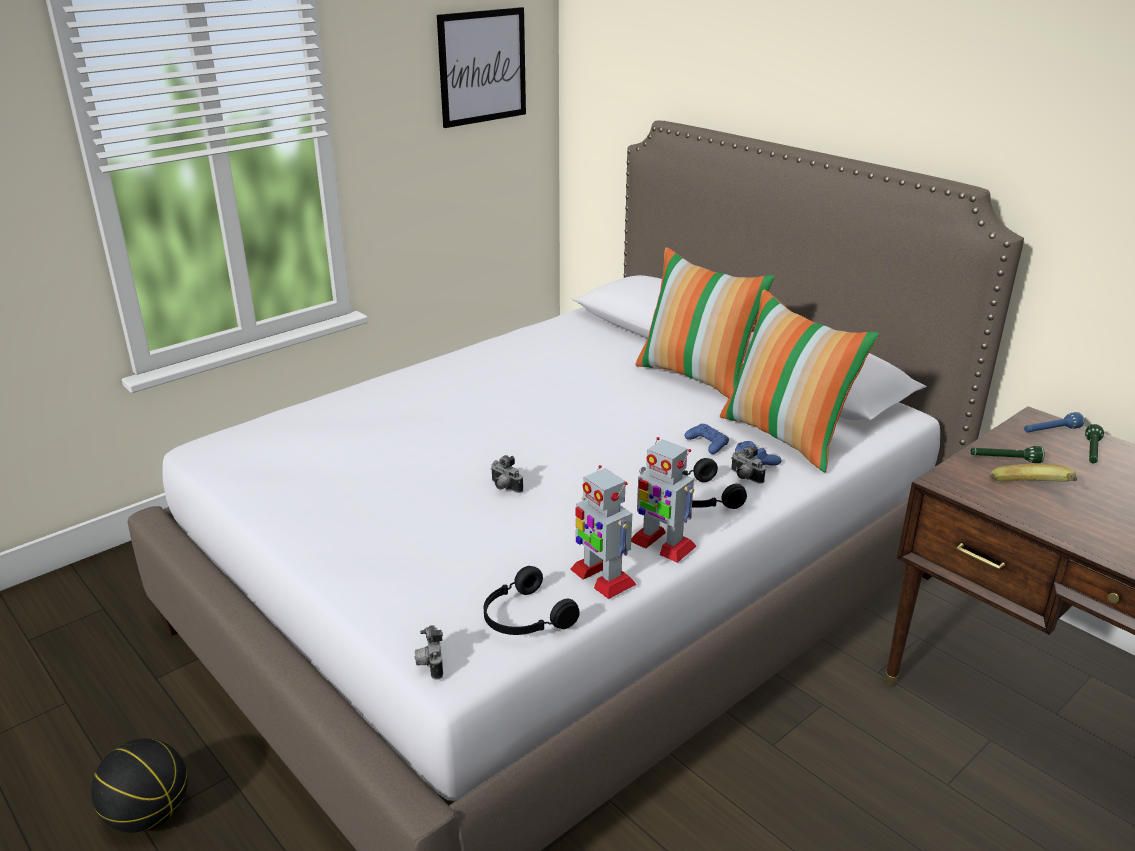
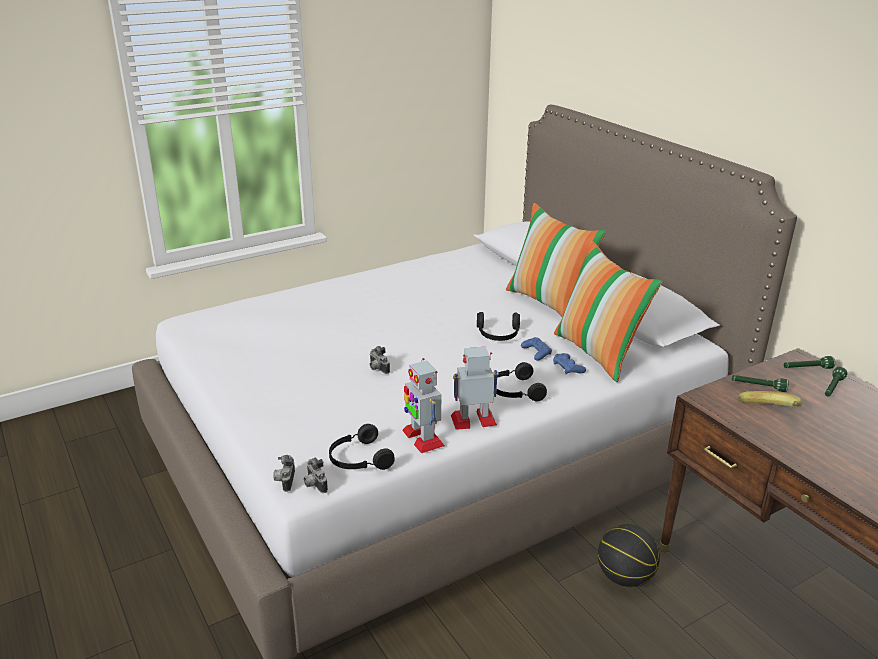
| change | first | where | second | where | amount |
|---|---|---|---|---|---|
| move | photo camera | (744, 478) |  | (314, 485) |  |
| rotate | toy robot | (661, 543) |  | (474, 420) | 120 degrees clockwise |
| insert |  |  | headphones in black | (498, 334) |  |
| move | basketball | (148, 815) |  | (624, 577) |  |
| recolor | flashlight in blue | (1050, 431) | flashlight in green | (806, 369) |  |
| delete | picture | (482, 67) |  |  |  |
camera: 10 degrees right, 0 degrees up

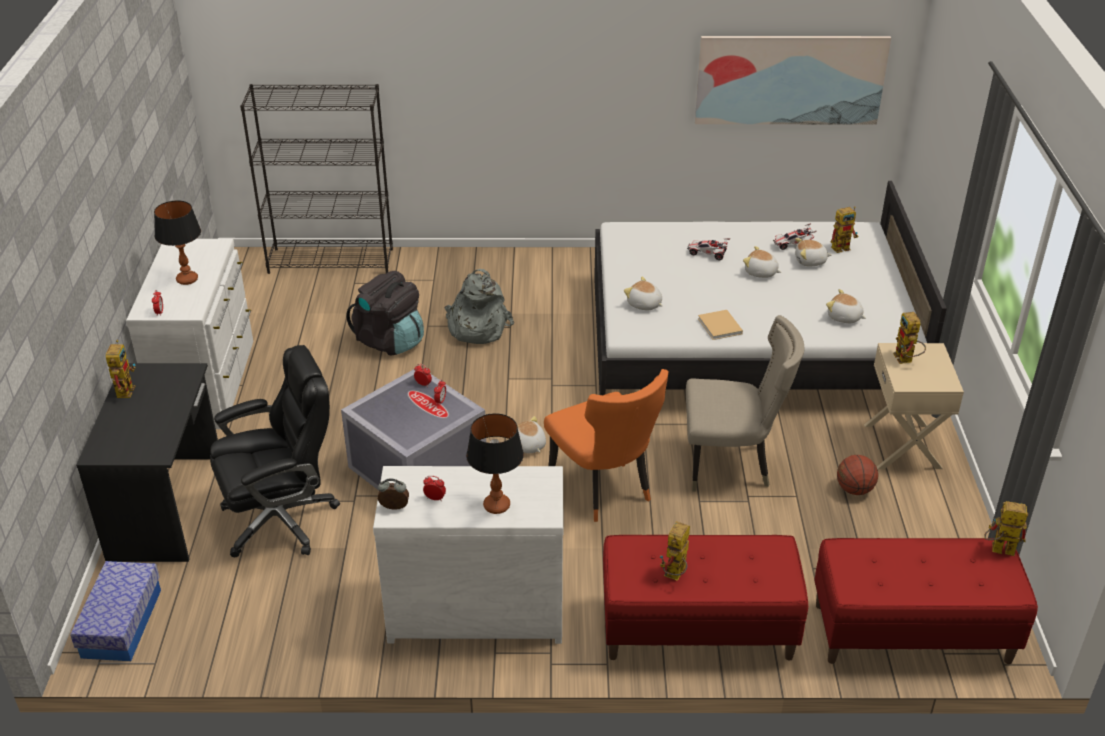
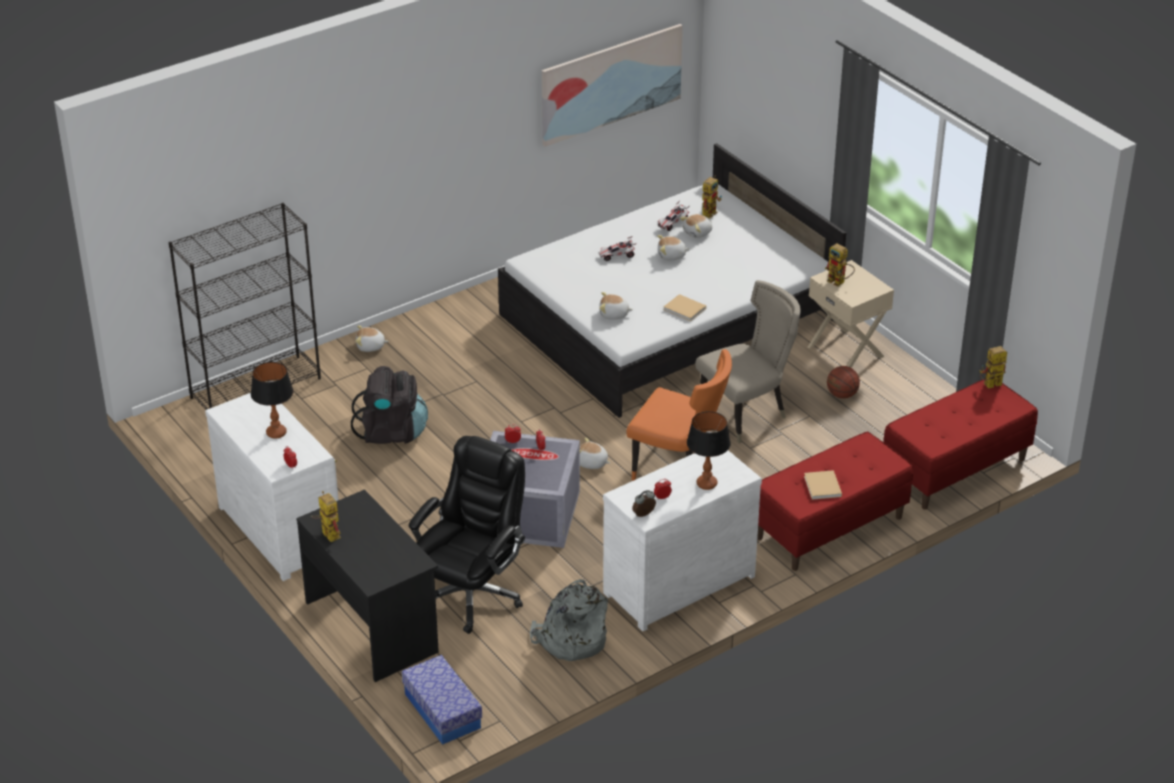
| change | first | where | second | where | amount |
|---|---|---|---|---|---|
| move | plush toy | (844, 317) |  | (370, 346) |  |
| move | backpack in grey | (476, 328) |  | (570, 640) |  |
| replace | toy robot | (675, 576) | book in beige | (823, 487) |  |
camera: 35 degrees left, 0 degrees up

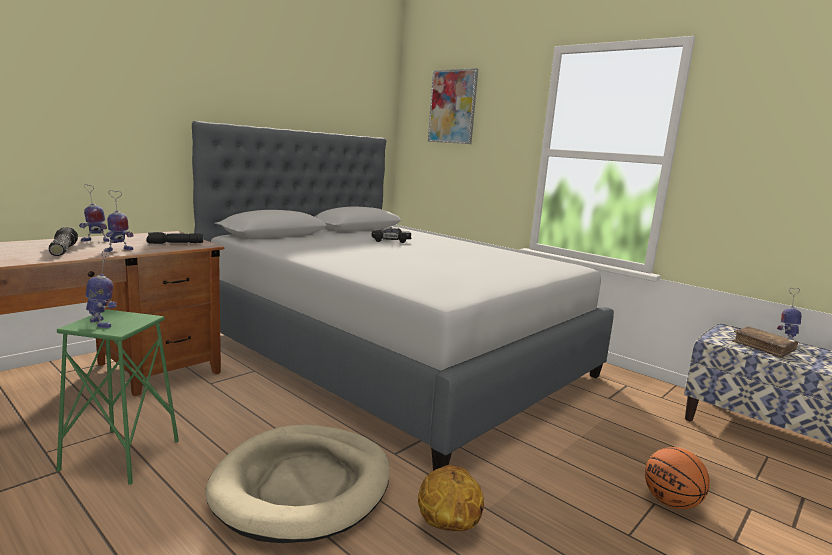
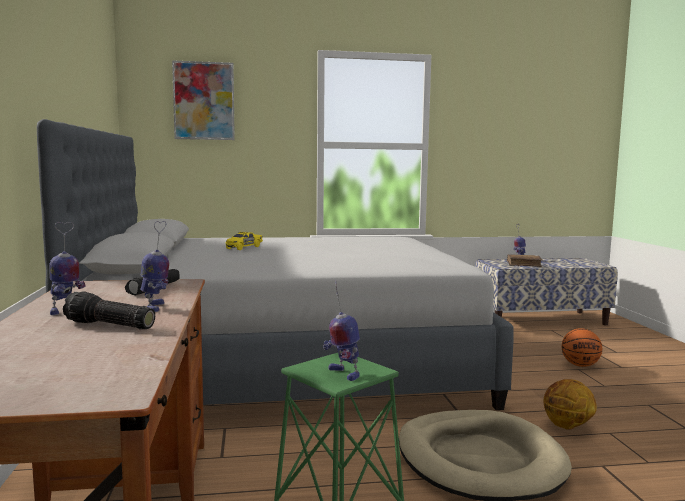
| change | first | where | second | where | amount |
|---|---|---|---|---|---|
| recolor | toy car in black | (390, 241) | toy car in yellow | (244, 247) |  |
| rotate | toy robot | (101, 323) |  | (343, 373) | 120 degrees counterclockwise |
camera: 50 degrees left, 5 degrees down

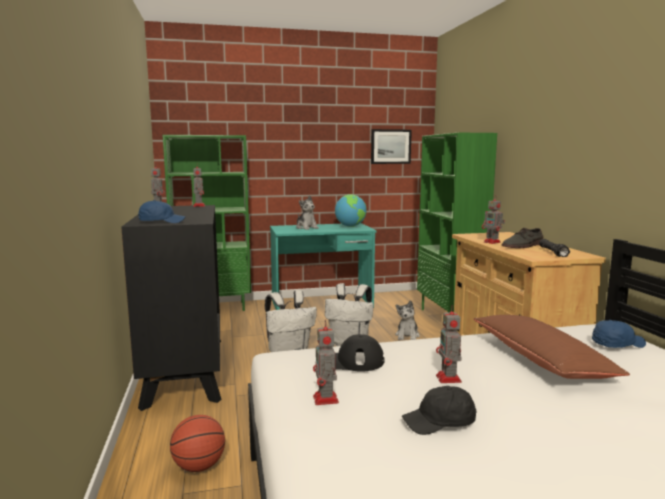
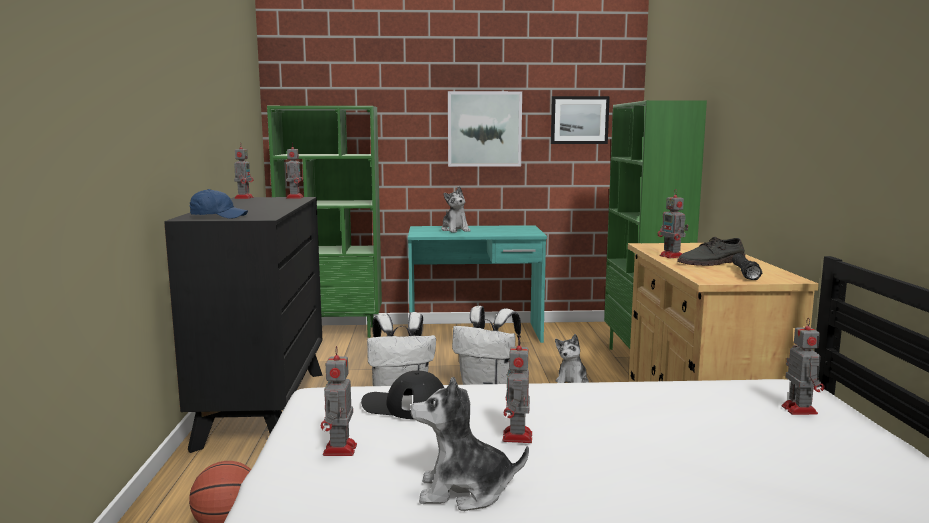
| change | first | where | second | where | amount |
|---|---|---|---|---|---|
| replace | cap in black | (440, 423) | plush toy | (464, 491) |  |
| insert |  |  | picture | (484, 129) |  |
| replace | cap in blue | (616, 344) | toy robot | (798, 409) |  |
| delete | globe | (350, 226) |  |  |  |
| delete | pillow in brown | (541, 360) |  |  |  |
camera: 10 degrees right, 0 degrees up

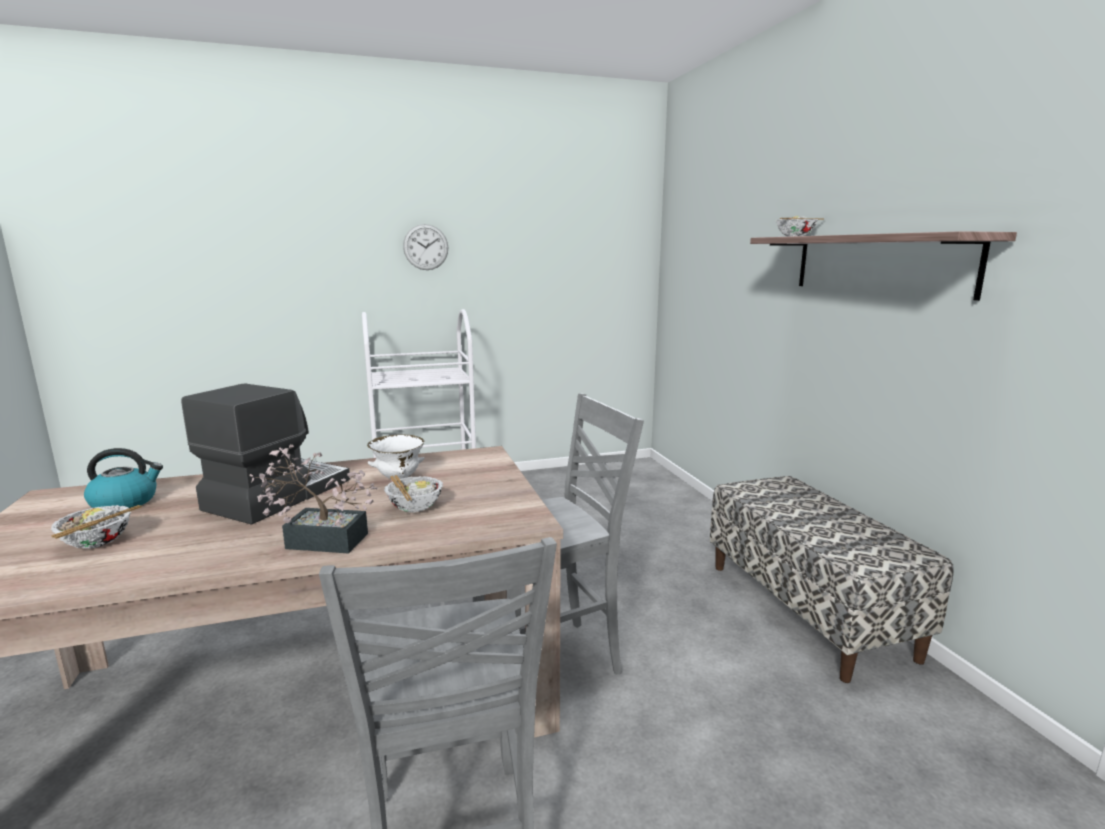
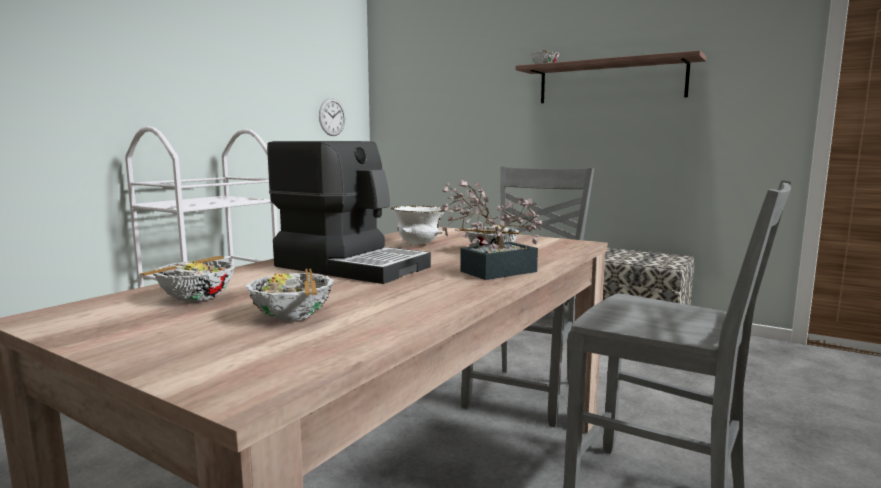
| change | first | where | second | where | amount |
|---|---|---|---|---|---|
| replace | kettle | (125, 502) | bowl | (196, 297) |  |
| rotate | coffee machine | (276, 495) |  | (351, 266) | 135 degrees clockwise |
| move | wall clock | (425, 247) |  | (332, 117) |  |
camera: 40 degrees left, 5 degrees down

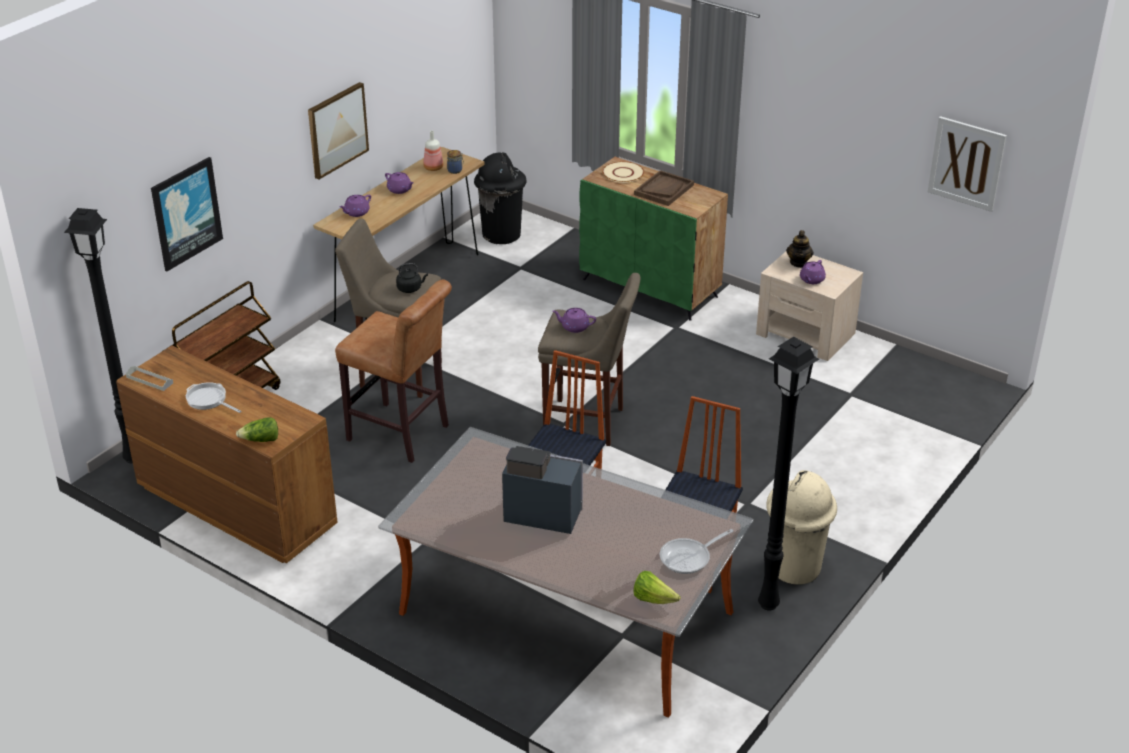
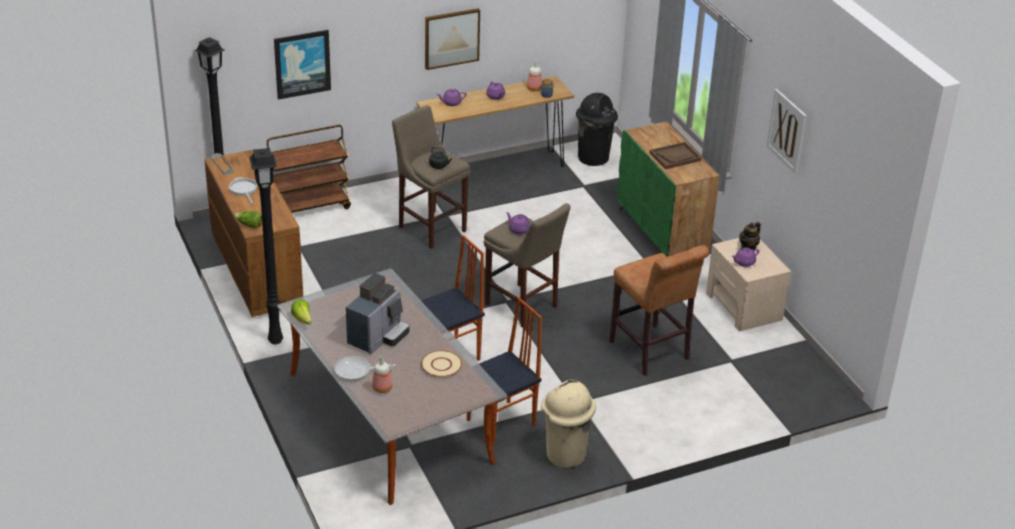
| change | first | where | second | where | amount |
|---|---|---|---|---|---|
| move | floor lamp in black | (770, 604) |  | (276, 341) |  |
| move | lettuce | (653, 599) |  | (303, 320) |  |
| move | frying pan | (689, 558) |  | (356, 371) |  |
| rotate | coffee machine | (540, 513) |  | (378, 336) | 75 degrees clockwise |
| insert |  |  | bottle | (382, 388) |  |
| move | plate in beige | (623, 173) |  | (441, 365) |  |
| move | stool in brown | (402, 435) |  | (651, 353) |  |
| move | picture | (966, 163) |  | (787, 131) |  |
camera: 30 degrees right, 0 degrees up

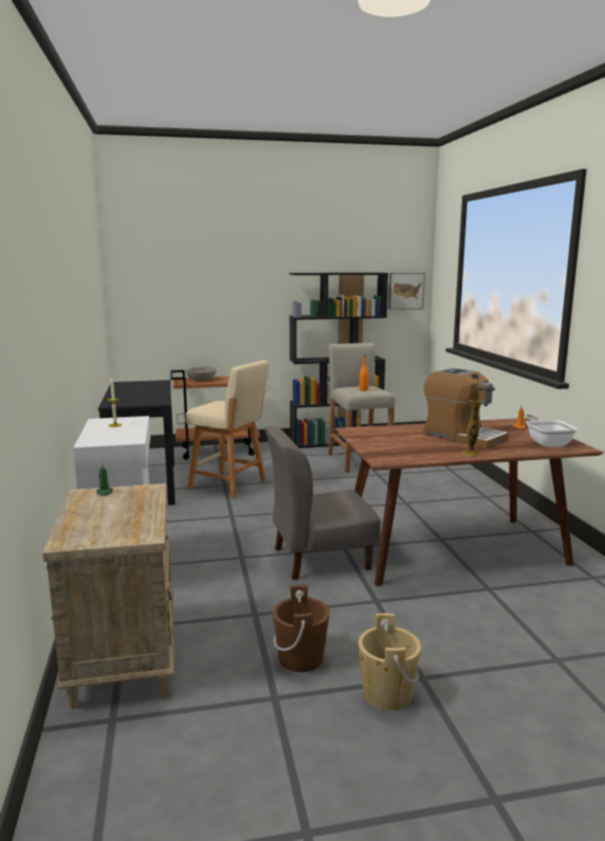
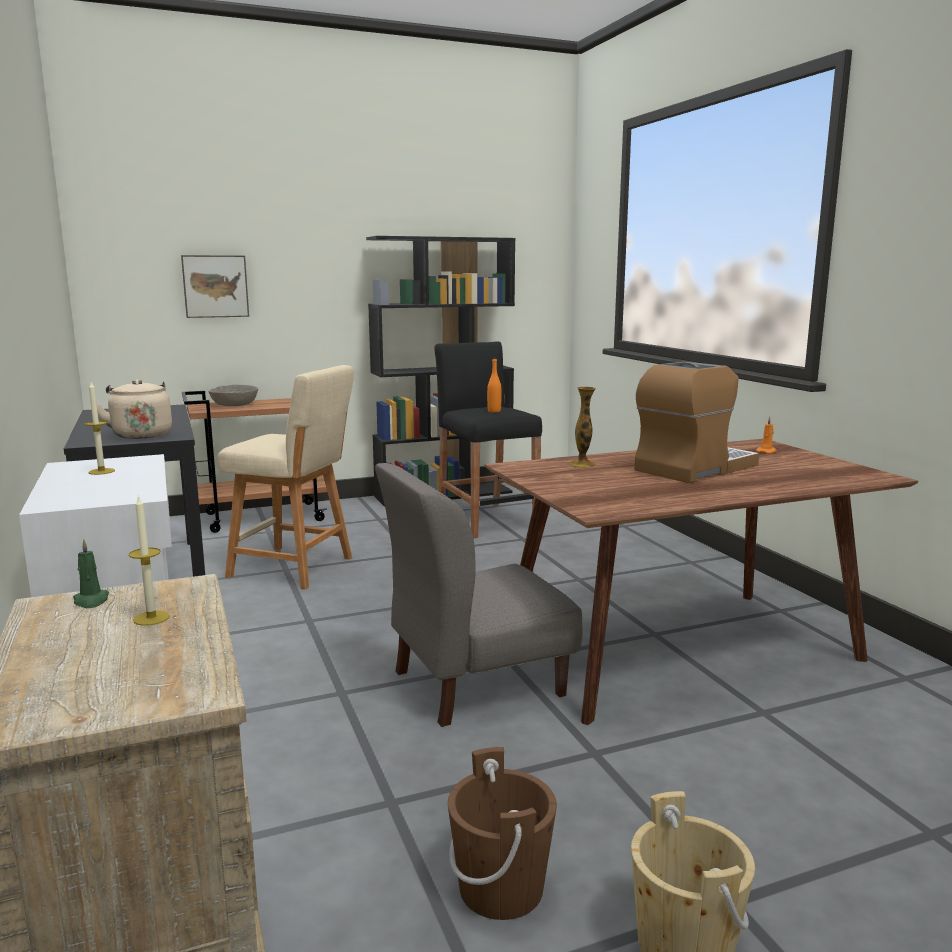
| change | first | where | second | where | amount |
|---|---|---|---|---|---|
| insert |  |  | kettle in beige | (141, 434) |  |
| insert |  |  | candle | (151, 618) |  |
| move | picture | (405, 291) |  | (215, 286) |  |
| recolor | stool in beige | (358, 461) | stool in black | (486, 520) |  |
| move | vase | (470, 453) |  | (581, 464) |  |
| rotate | coffee machine | (463, 437) |  | (694, 468) | 75 degrees counterclockwise |
| delete | frying pan | (547, 443) |  |  |  |
camera: 10 degrees left, 0 degrees up

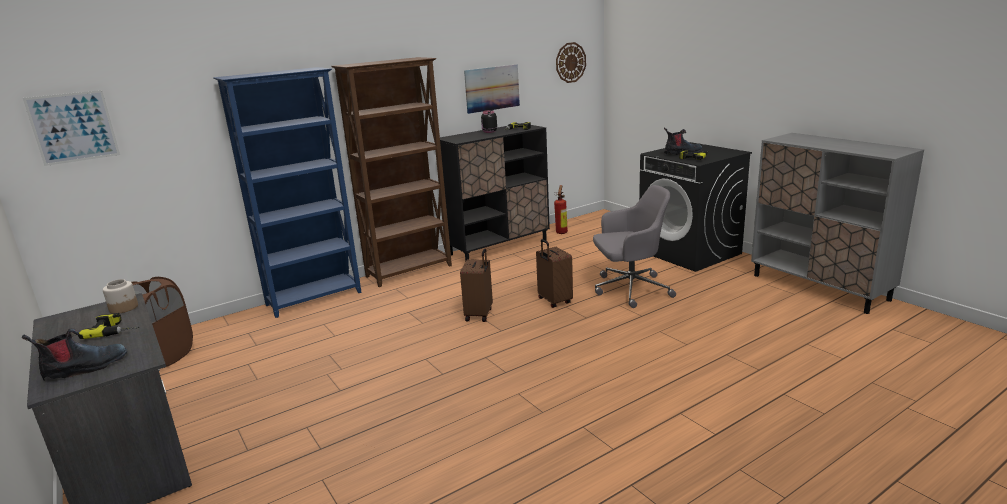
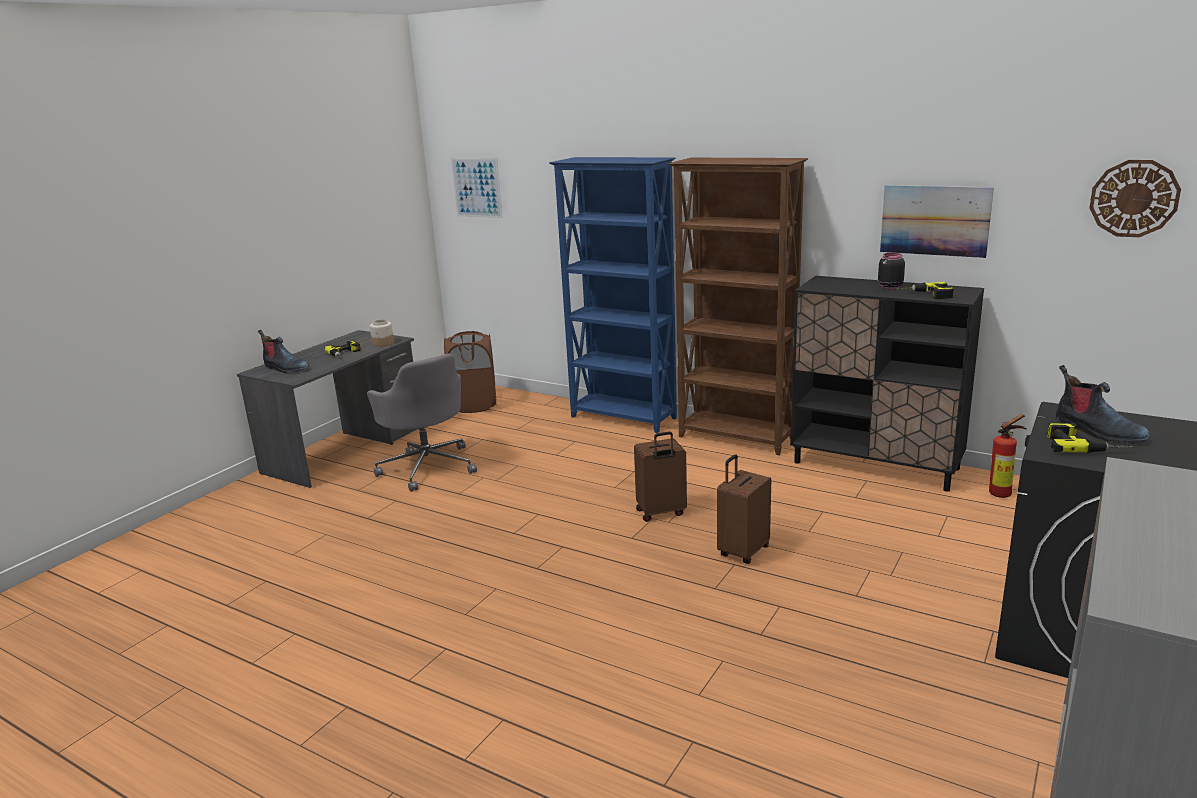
| change | first | where | second | where | amount |
|---|---|---|---|---|---|
| move | office chair in grey | (630, 289) |  | (428, 467) |  |
camera: 65 degrees right, 0 degrees up

